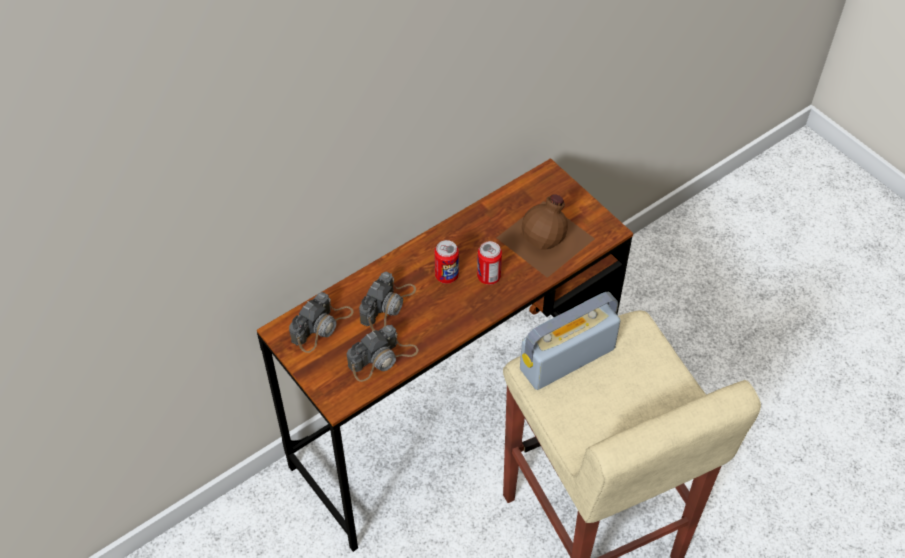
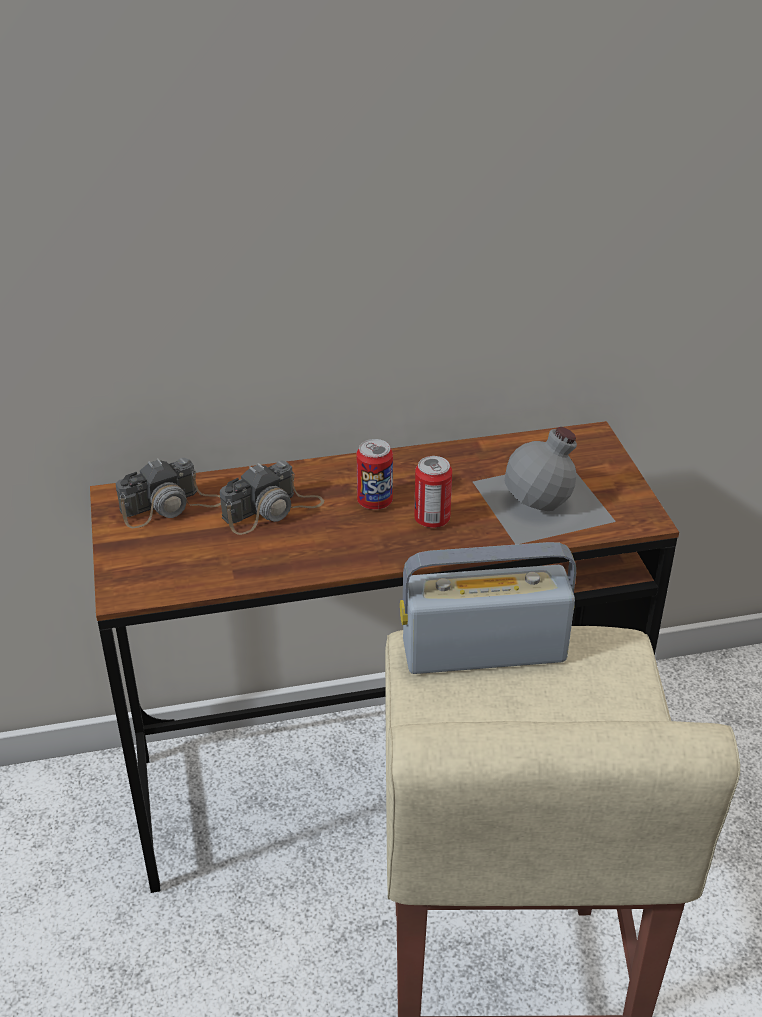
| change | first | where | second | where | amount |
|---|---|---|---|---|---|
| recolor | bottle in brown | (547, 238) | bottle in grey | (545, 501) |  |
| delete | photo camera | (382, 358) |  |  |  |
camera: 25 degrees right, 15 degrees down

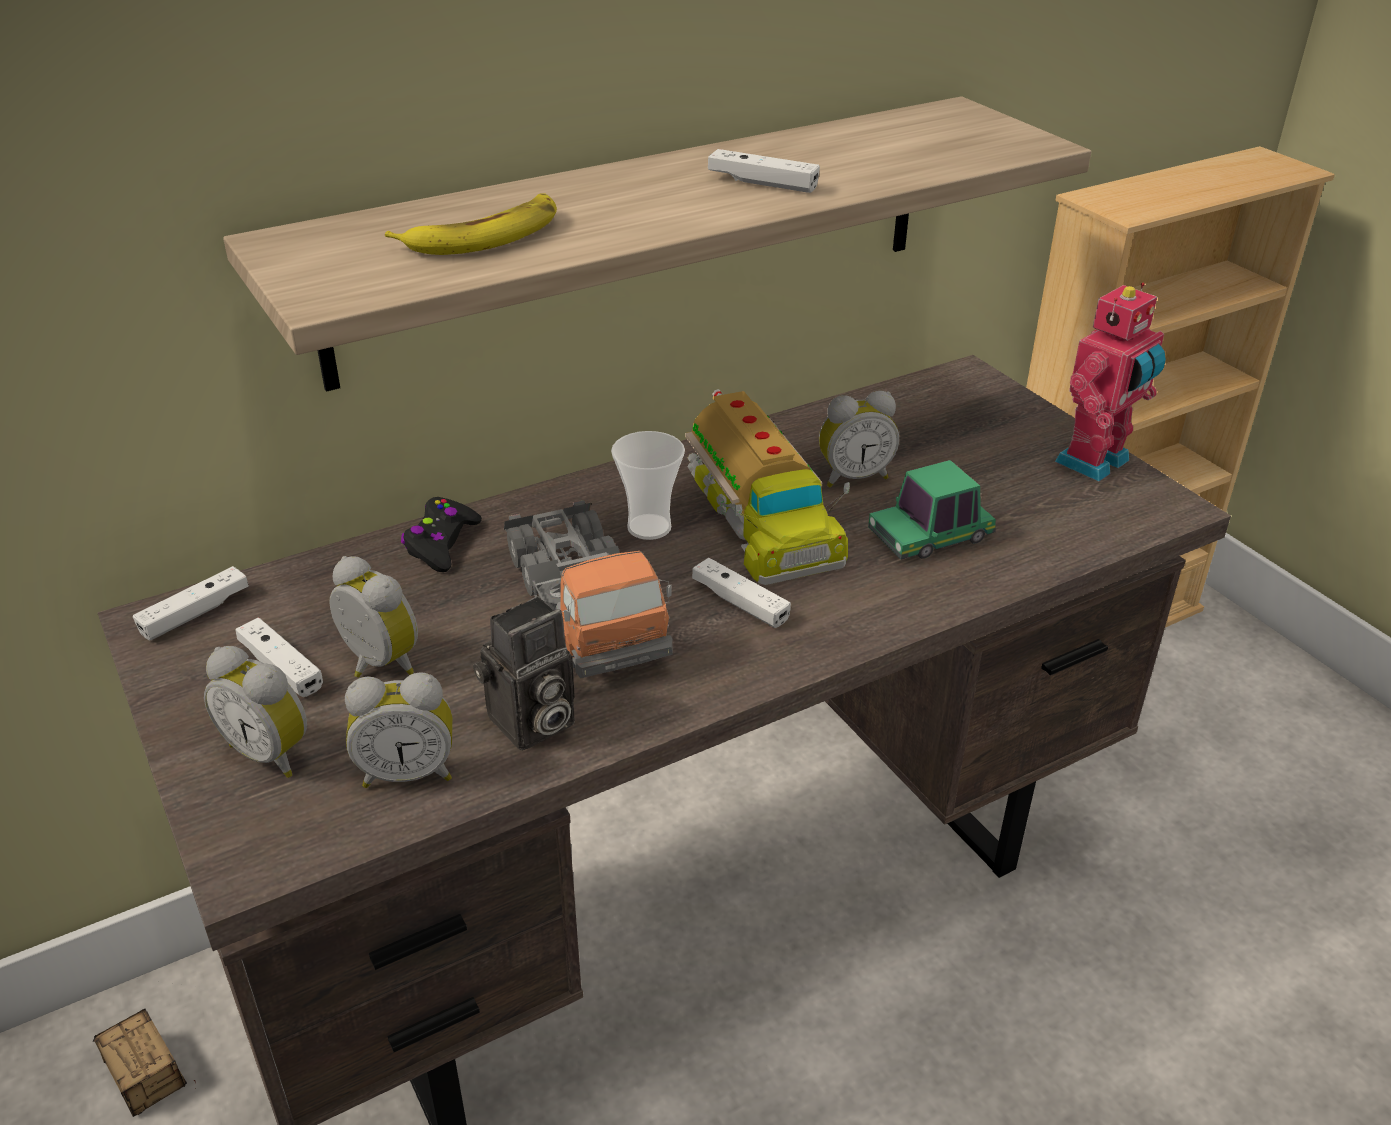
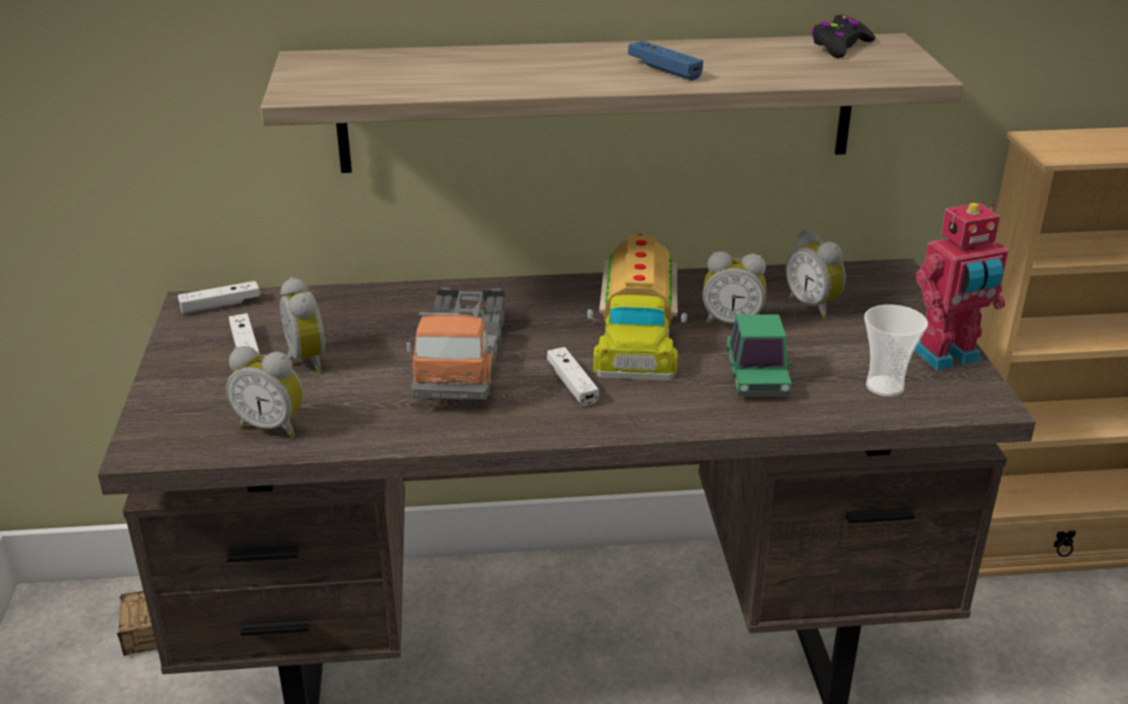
| change | first | where | second | where | amount |
|---|---|---|---|---|---|
| recolor | game controller in white | (762, 183) | game controller in blue | (664, 69) |  |
| rotate | toy car | (930, 536) |  | (756, 376) | 90 degrees counterclockwise |
| move | alarm clock | (272, 752) |  | (814, 306) |  |
| move | game controller in black | (441, 543) |  | (840, 46) |  |
| move | cup | (649, 527) |  | (884, 386) |  |
| delete | banana | (484, 236) |  |  |  |
| delete | photo camera | (530, 725) |  |  |  |
camera: 25 degrees right, 5 degrees down

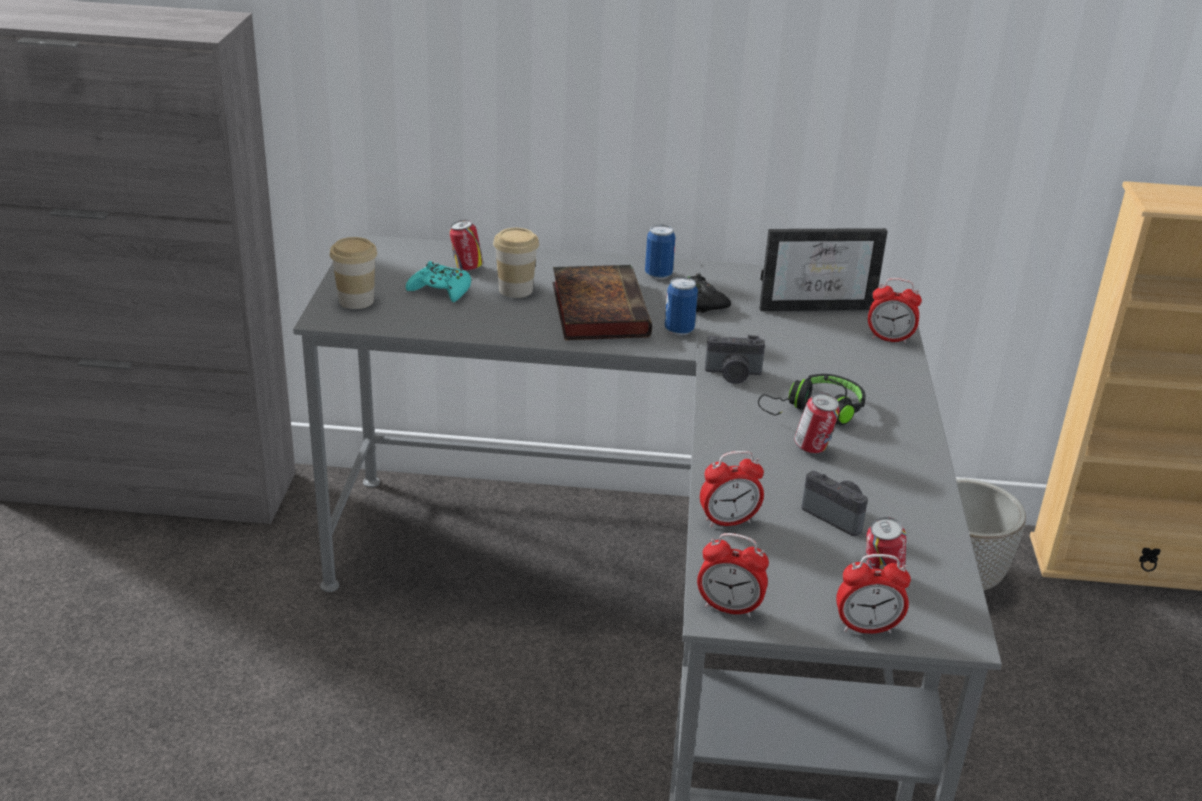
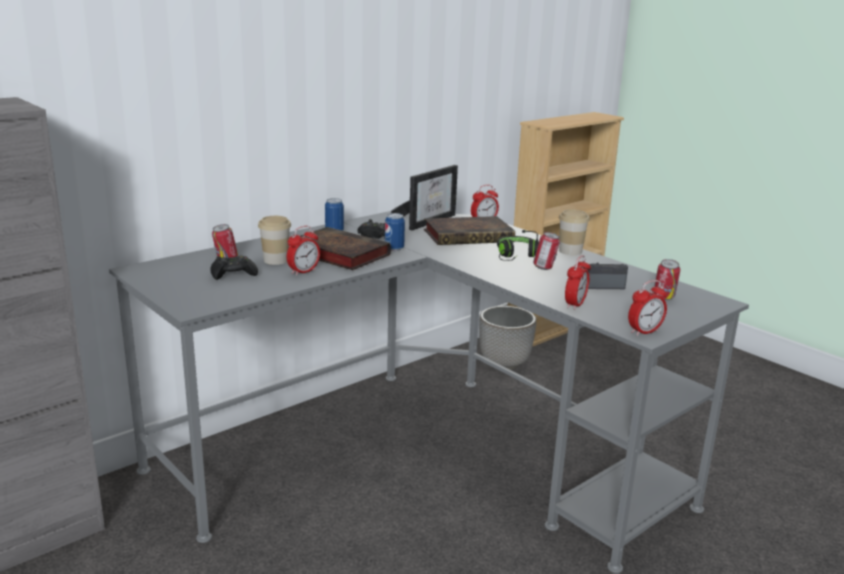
| change | first | where | second | where | amount |
|---|---|---|---|---|---|
| recolor | game controller in turquoise | (441, 290) | game controller in black | (233, 274) |  |
| move | alarm clock | (866, 628) |  | (303, 272) |  |
| insert |  |  | book | (470, 236) |  |
| move | cup | (356, 301) |  | (570, 251) |  |
| delete | photo camera | (733, 375) |  |  |  |
camera: 45 degrees left, 10 degrees down

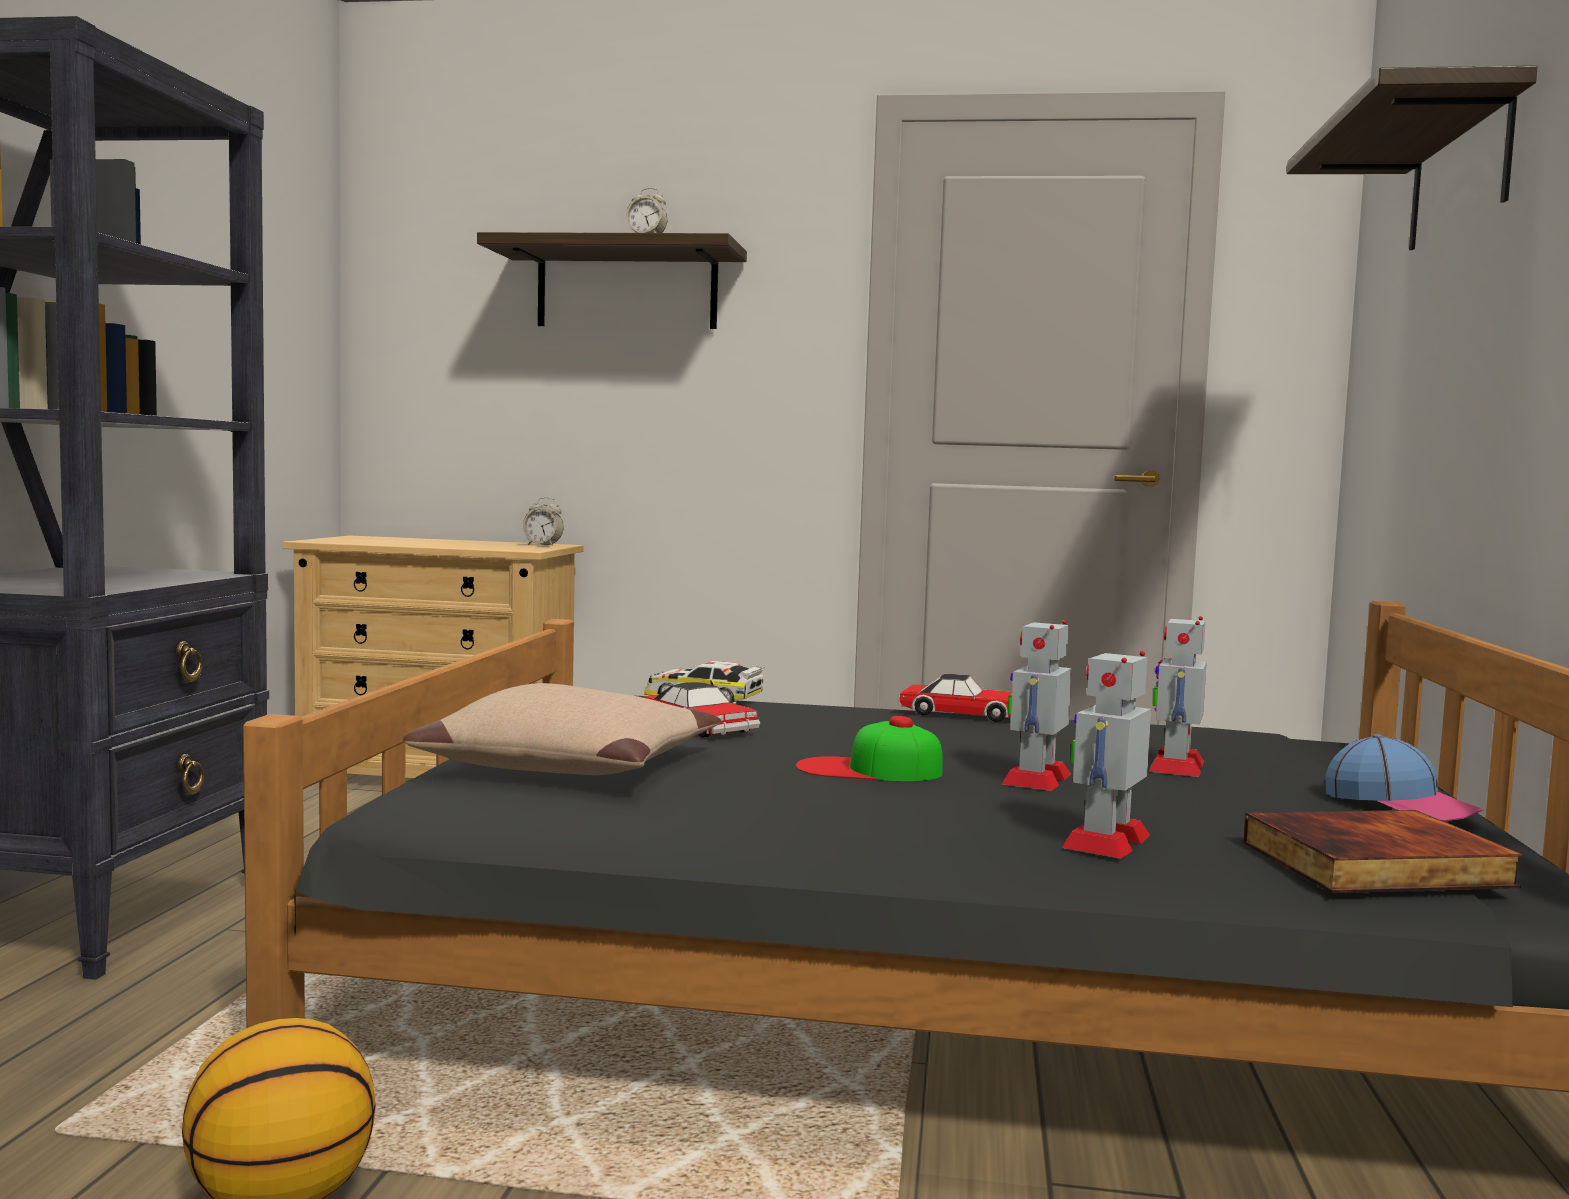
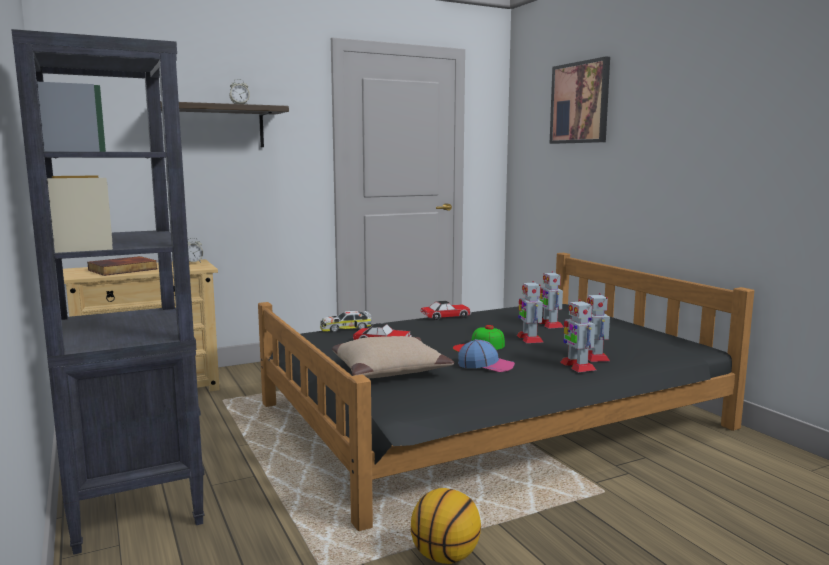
| change | first | where | second | where | amount |
|---|---|---|---|---|---|
| move | book | (1376, 866) |  | (123, 270) |  |
| move | cap | (1401, 804) |  | (486, 365) |  |
| replace | shelf | (1460, 173) | picture | (580, 103) |  |
| insert |  |  | toy robot | (577, 366) |  |
camera: 35 degrees left, 5 degrees up

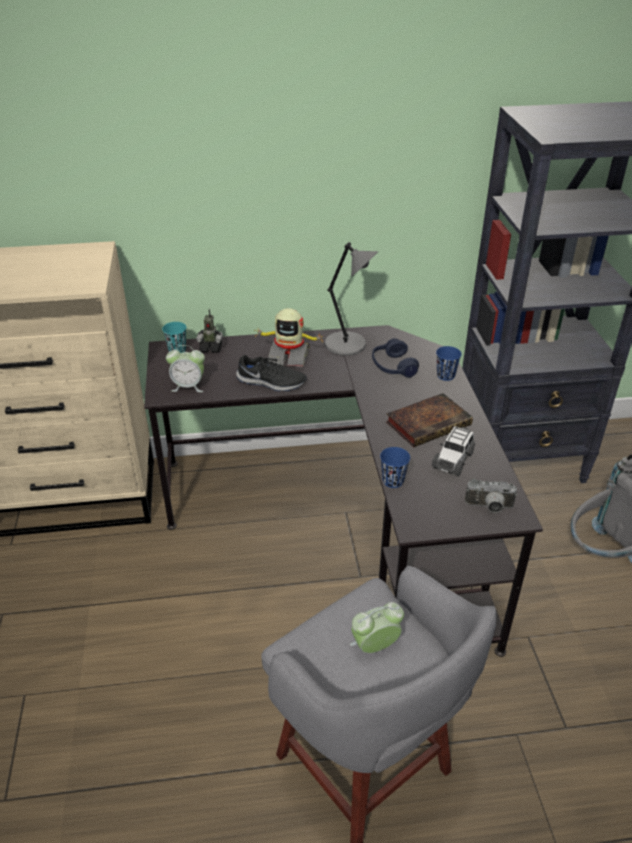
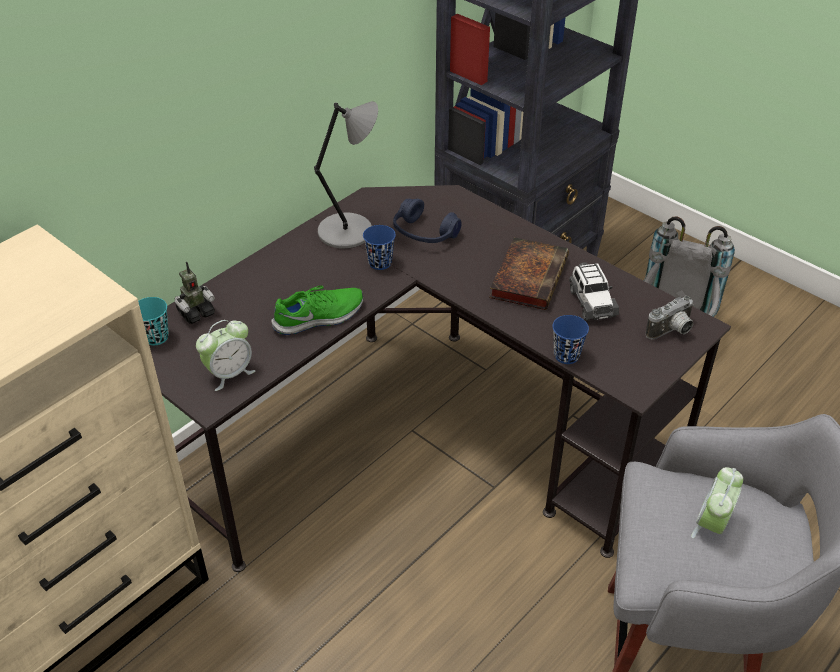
| change | first | where | second | where | amount |
|---|---|---|---|---|---|
| recolor | shoe in black | (271, 382) | shoe in green | (319, 318) |  |
| move | cup in blue | (445, 376) |  | (380, 263) |  |
| delete | toy robot | (289, 356) |  |  |  |
camera: 40 degrees left, 5 degrees up

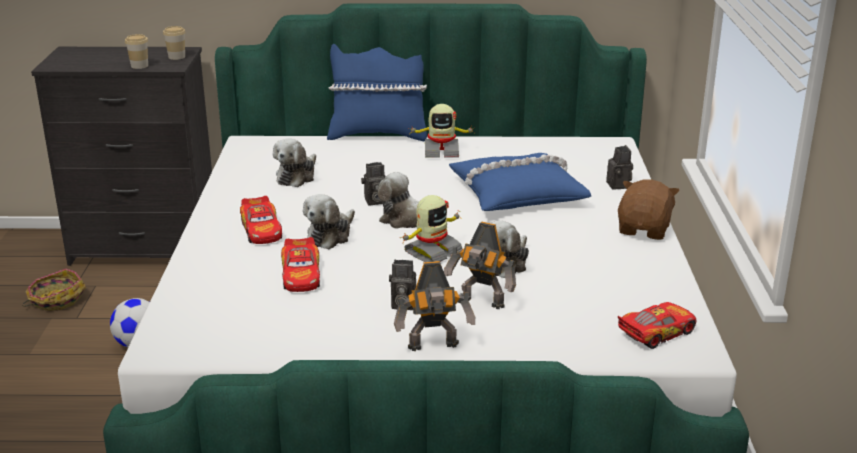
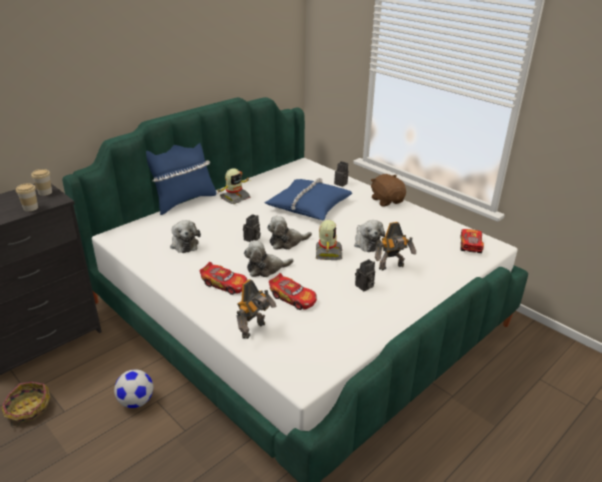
| change | first | where | second | where | amount |
|---|---|---|---|---|---|
| move | toy robot | (434, 347) |  | (255, 330) |  |
| rotate | plush toy | (330, 235) |  | (265, 269) | 90 degrees clockwise |
camera: 45 degrees left, 5 degrees up

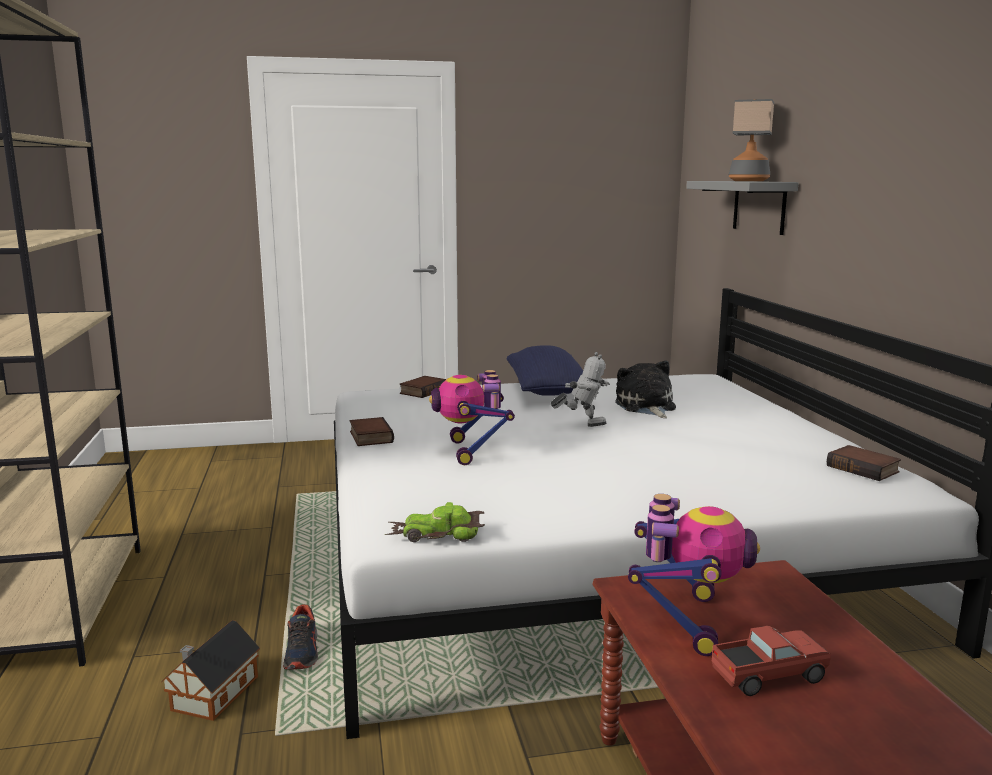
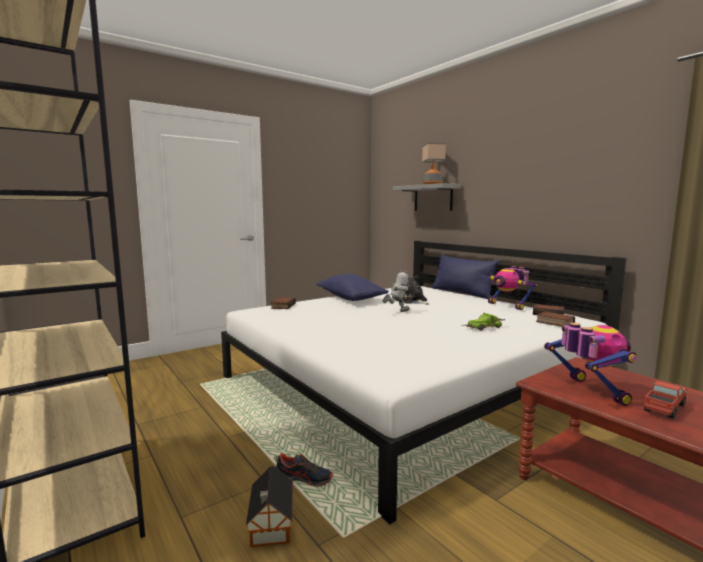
| change | first | where | second | where | amount |
|---|---|---|---|---|---|
| rotate | shoe | (302, 652) |  | (304, 478) | 45 degrees counterclockwise |
| insert |  |  | pillow in blue | (462, 293) |  |
| move | toy car | (436, 534) |  | (483, 327) |  |
| move | toy robot | (471, 452) |  | (508, 306) |  |
| move | book | (369, 437) |  | (554, 322) |  |
camera: 25 degrees left, 5 degrees down

